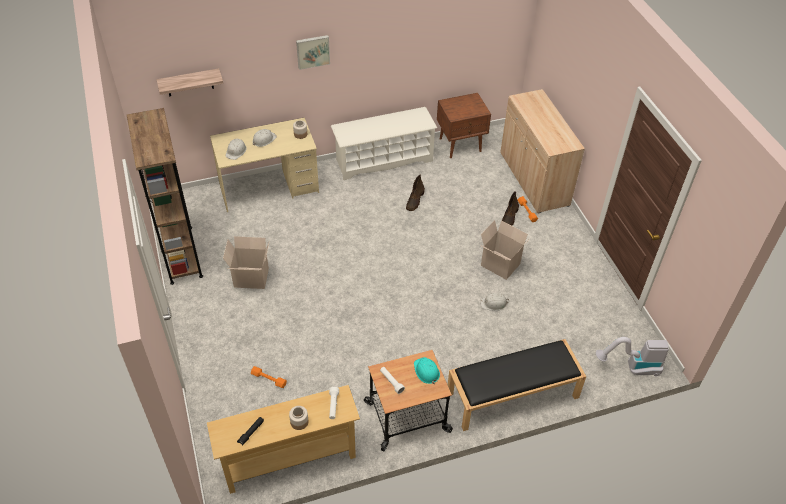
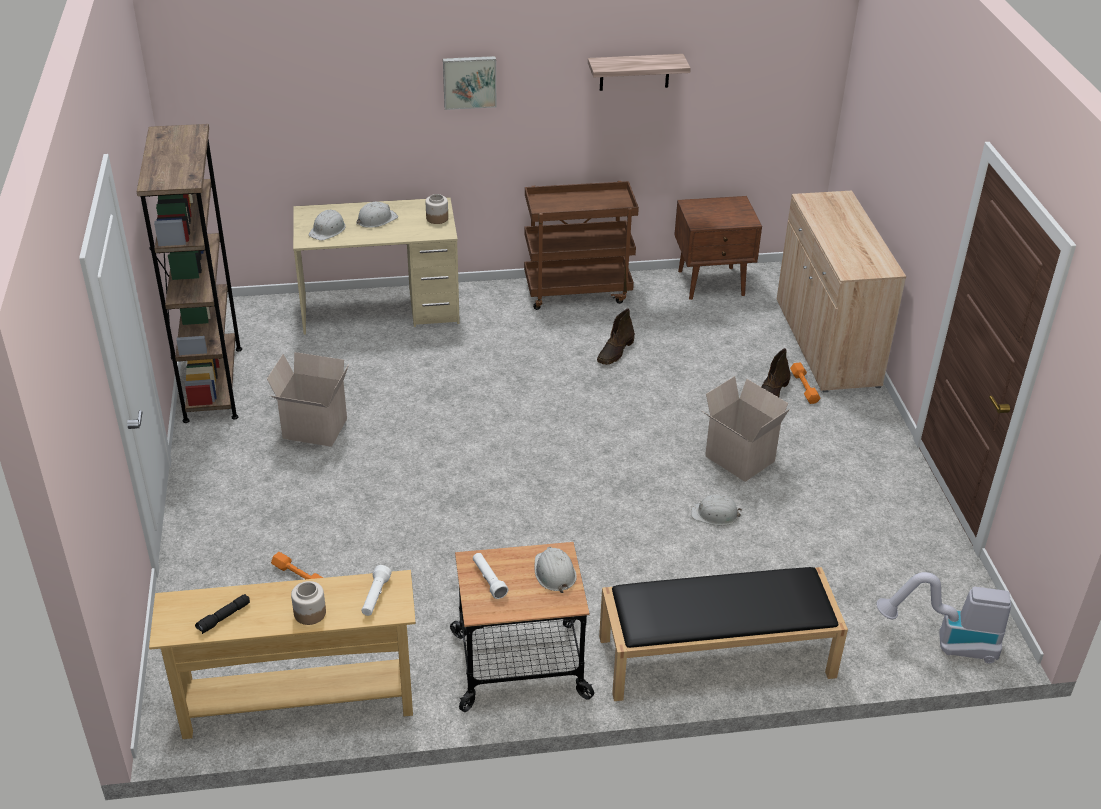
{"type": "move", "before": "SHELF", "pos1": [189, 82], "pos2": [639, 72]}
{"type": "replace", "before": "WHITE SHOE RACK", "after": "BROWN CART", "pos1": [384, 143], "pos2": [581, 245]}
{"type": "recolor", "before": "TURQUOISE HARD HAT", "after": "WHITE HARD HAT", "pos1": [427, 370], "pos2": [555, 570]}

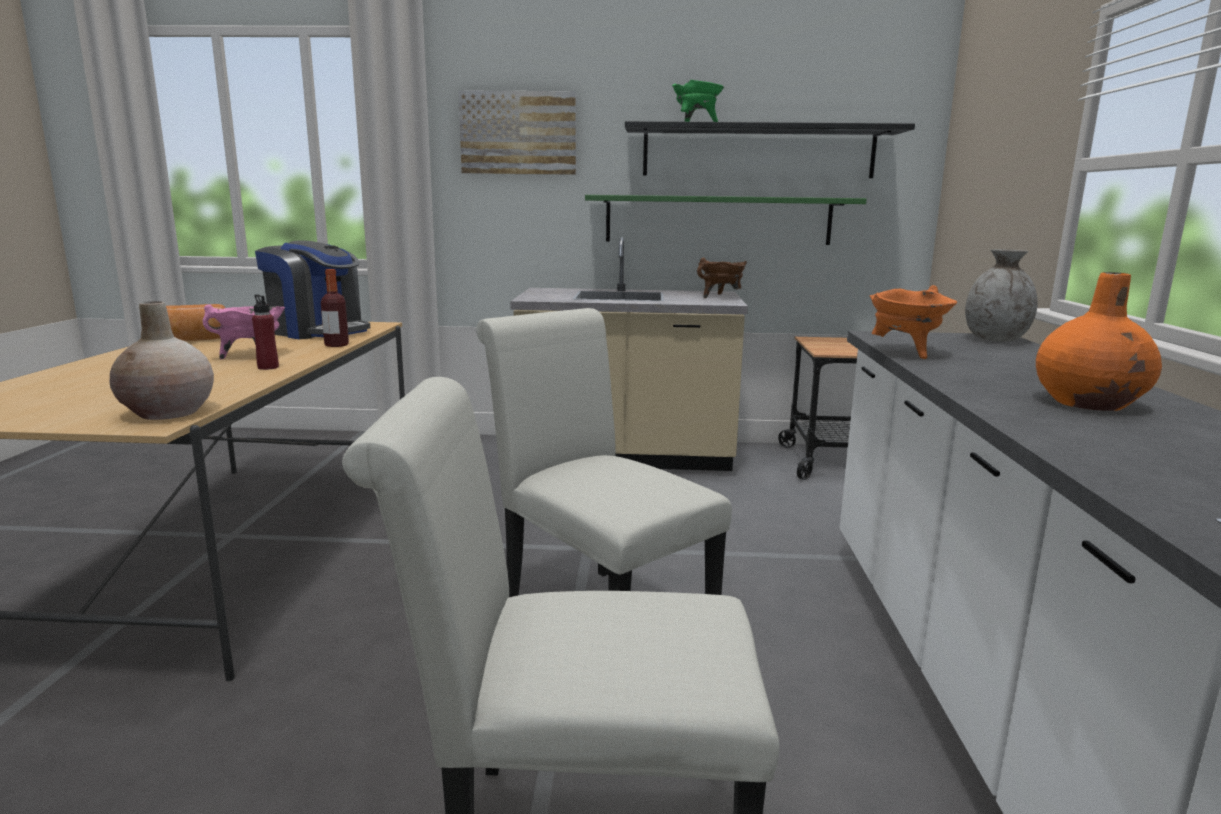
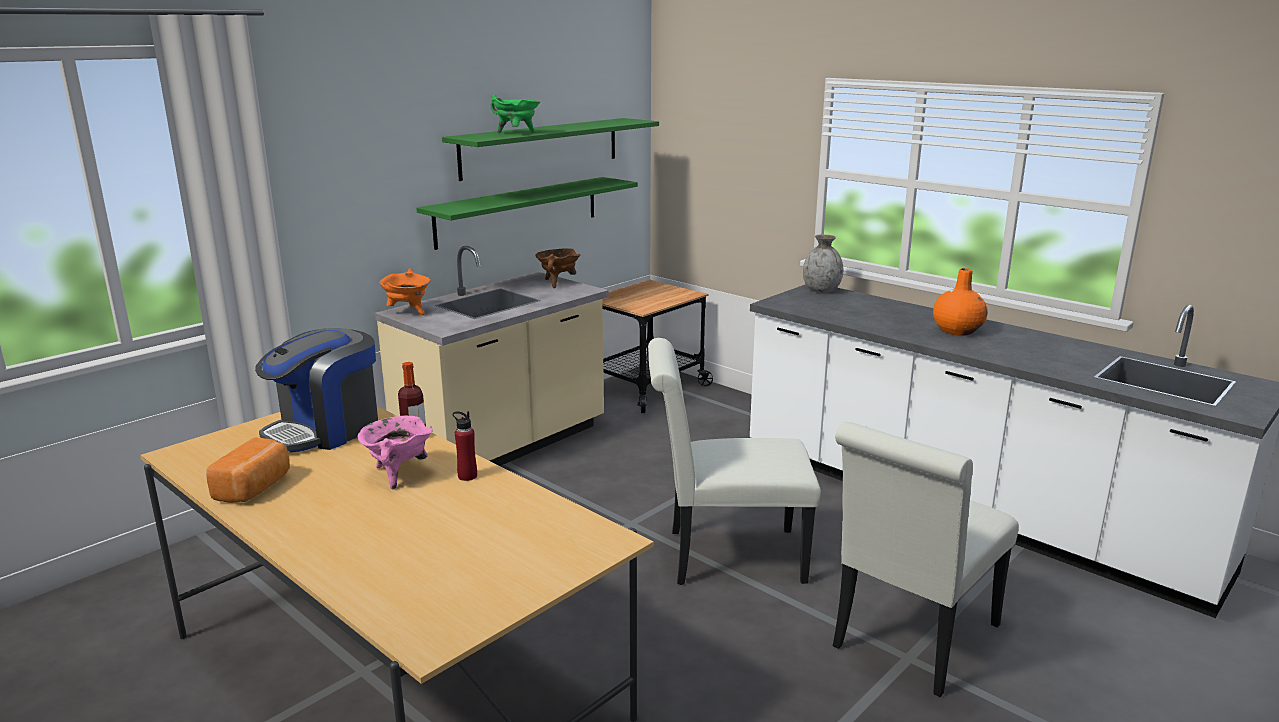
{"type": "delete", "before": "PICTURE", "pos1": [517, 132]}
{"type": "recolor", "before": "BLACK SHELF", "after": "GREEN SHELF", "pos1": [770, 149], "pos2": [550, 149]}
{"type": "rotate", "before": "COFFEE MACHINE", "pos1": [312, 289], "pos2": [316, 390], "turn": 150}
{"type": "move", "before": "ORANGE COOKING POT", "pos1": [913, 322], "pos2": [405, 291]}
{"type": "delete", "before": "BEIGE VASE", "pos1": [162, 360]}

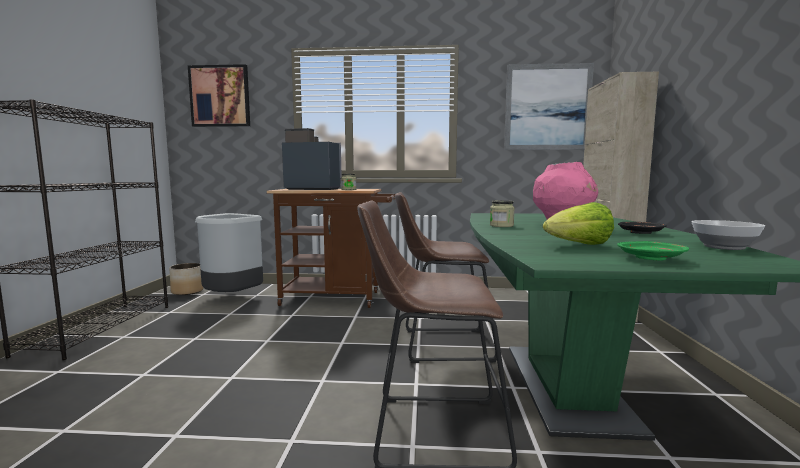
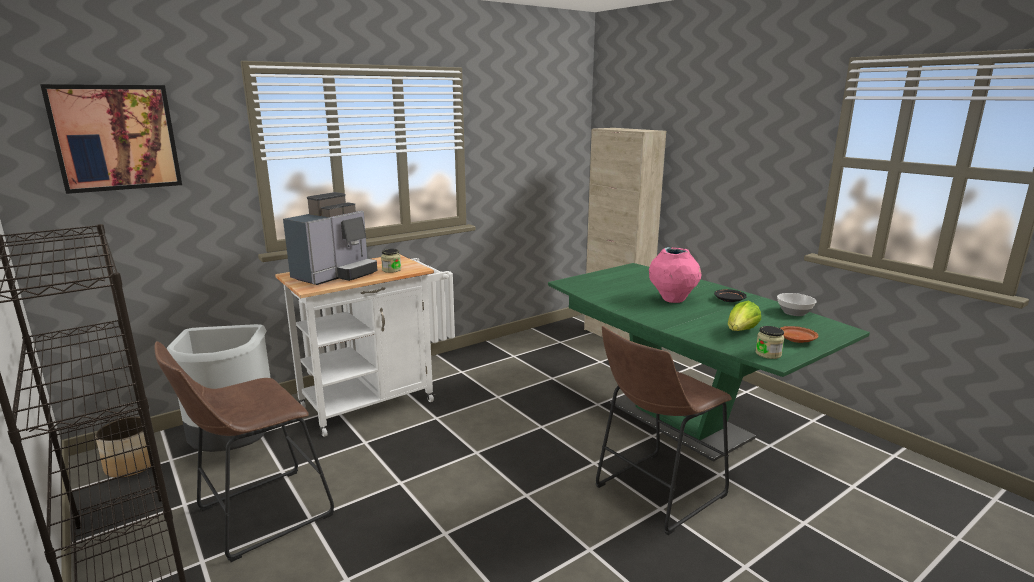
{"type": "delete", "before": "PICTURE", "pos1": [549, 106]}
{"type": "rotate", "before": "COFFEE MACHINE", "pos1": [312, 159], "pos2": [330, 238], "turn": 150}
{"type": "recolor", "before": "BROWN CART", "after": "WHITE CART", "pos1": [330, 248], "pos2": [362, 346]}
{"type": "move", "before": "BROWN STOOL", "pos1": [446, 277], "pos2": [244, 452]}
{"type": "move", "before": "JAR", "pos1": [502, 213], "pos2": [769, 342]}
{"type": "recolor", "before": "GREEN PLATE", "after": "BROWN PLATE", "pos1": [653, 251], "pos2": [799, 334]}

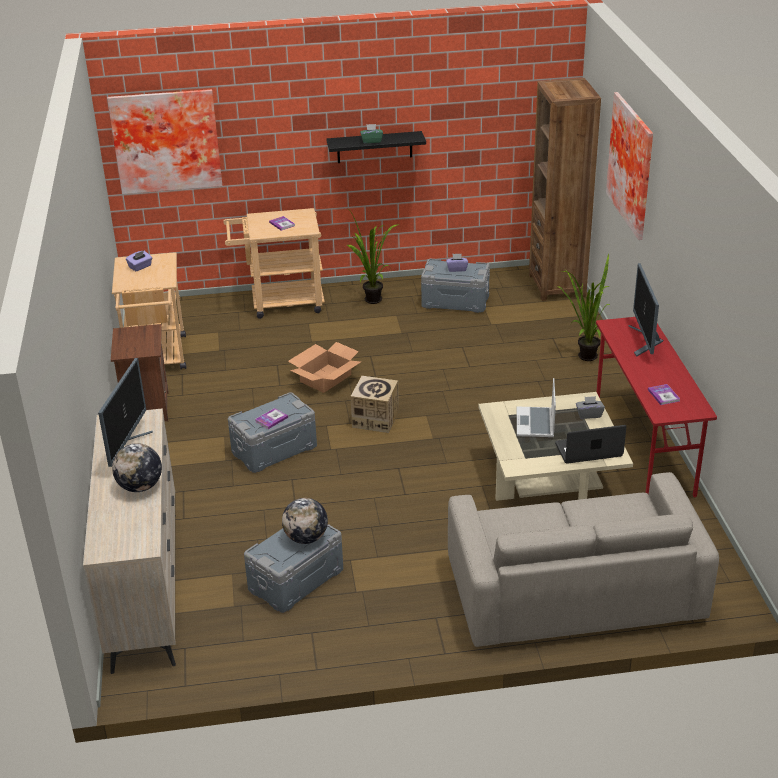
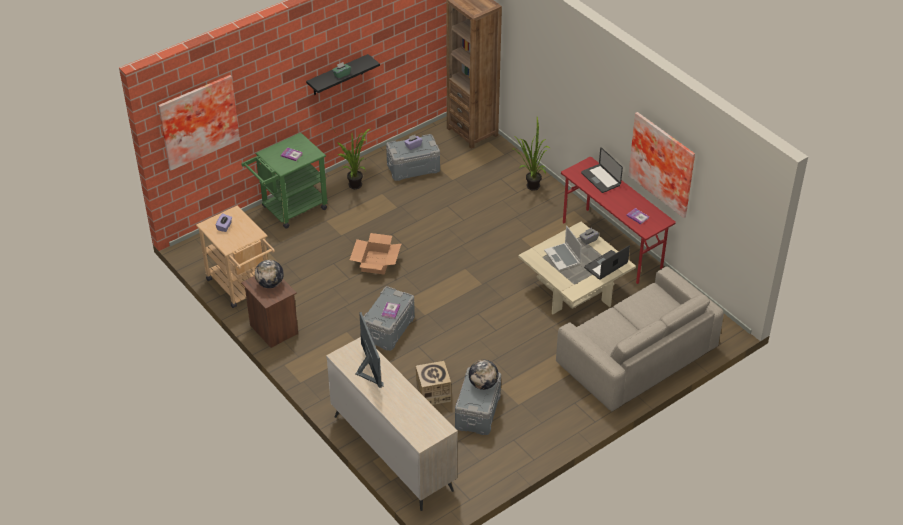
{"type": "move", "before": "PICTURE", "pos1": [629, 166], "pos2": [661, 165]}
{"type": "recolor", "before": "BEIGE CART", "after": "GREEN CART", "pos1": [274, 263], "pos2": [284, 180]}
{"type": "replace", "before": "MONITOR", "after": "LAPTOP", "pos1": [646, 310], "pos2": [602, 170]}
{"type": "move", "before": "CARDBOARD BOX", "pos1": [374, 404], "pos2": [433, 383]}
{"type": "move", "before": "GLOBE", "pos1": [137, 467], "pos2": [269, 274]}

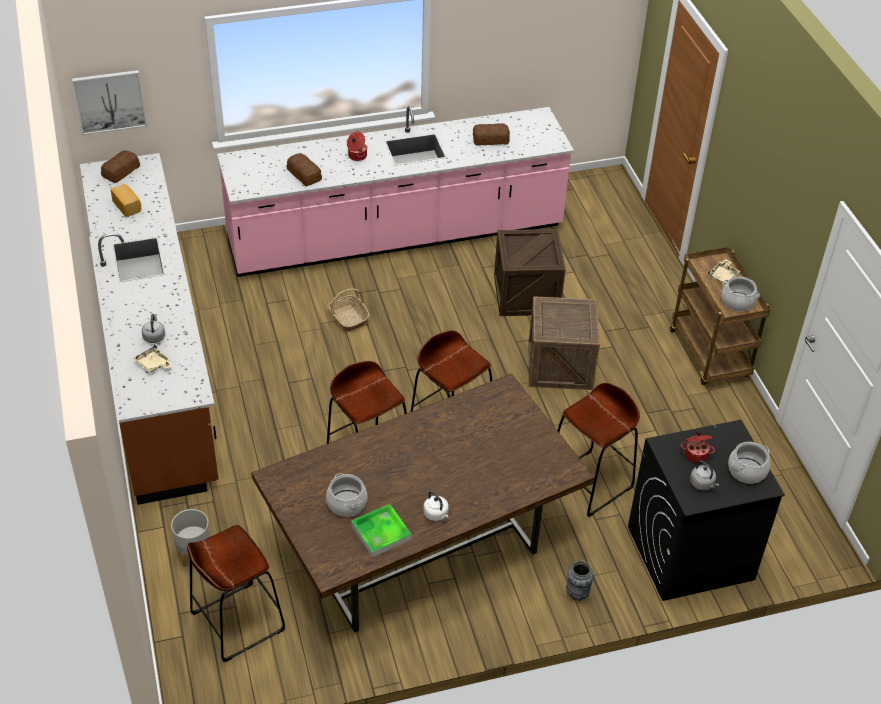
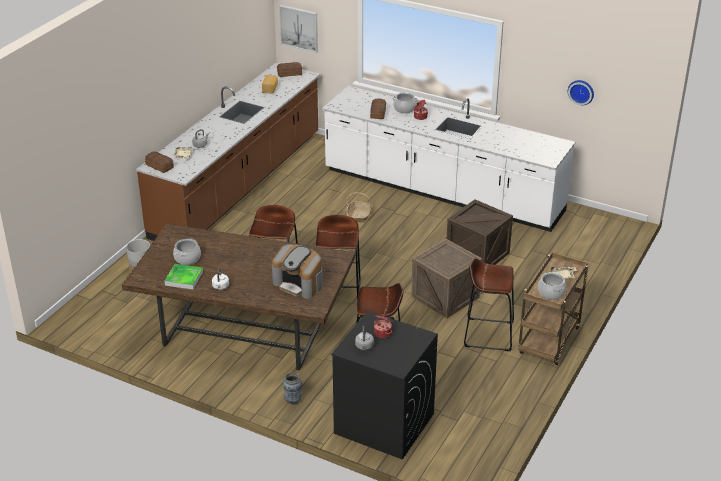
{"type": "recolor", "before": "PINK COUNTER", "after": "WHITE COUNTER", "pos1": [395, 191], "pos2": [448, 159]}
{"type": "move", "before": "BREAD", "pos1": [491, 134], "pos2": [159, 162]}
{"type": "move", "before": "COOKING POT", "pos1": [749, 463], "pos2": [405, 102]}
{"type": "move", "before": "BROWN STOOL", "pos1": [236, 593], "pos2": [489, 304]}
{"type": "insert", "after": "WALL CLOCK", "pos2": [581, 92]}
{"type": "insert", "after": "COFFEE MACHINE", "pos2": [297, 271]}

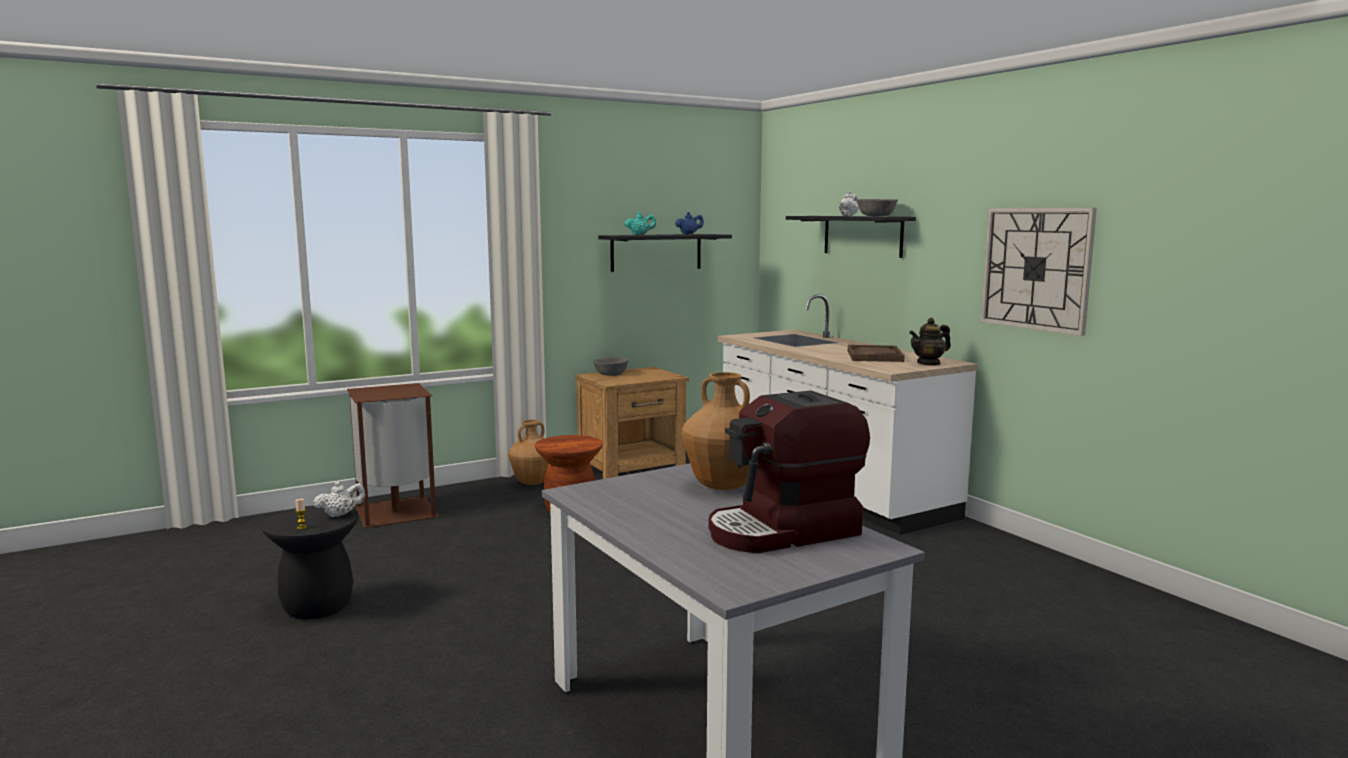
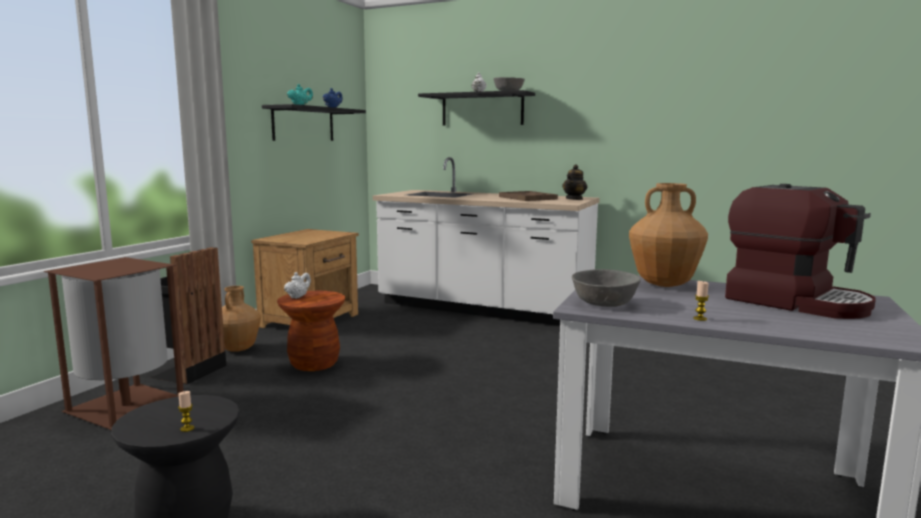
{"type": "delete", "before": "WALL CLOCK", "pos1": [1038, 272]}
{"type": "move", "before": "GREY BOWL", "pos1": [611, 366], "pos2": [606, 288]}
{"type": "rotate", "before": "COFFEE MACHINE", "pos1": [789, 472], "pos2": [800, 251], "turn": -75}
{"type": "move", "before": "WHITE TEAPOT", "pos1": [339, 499], "pos2": [297, 285]}
{"type": "insert", "after": "BLACK TRASH CAN", "pos2": [188, 315]}
{"type": "insert", "after": "CANDLE", "pos2": [701, 301]}

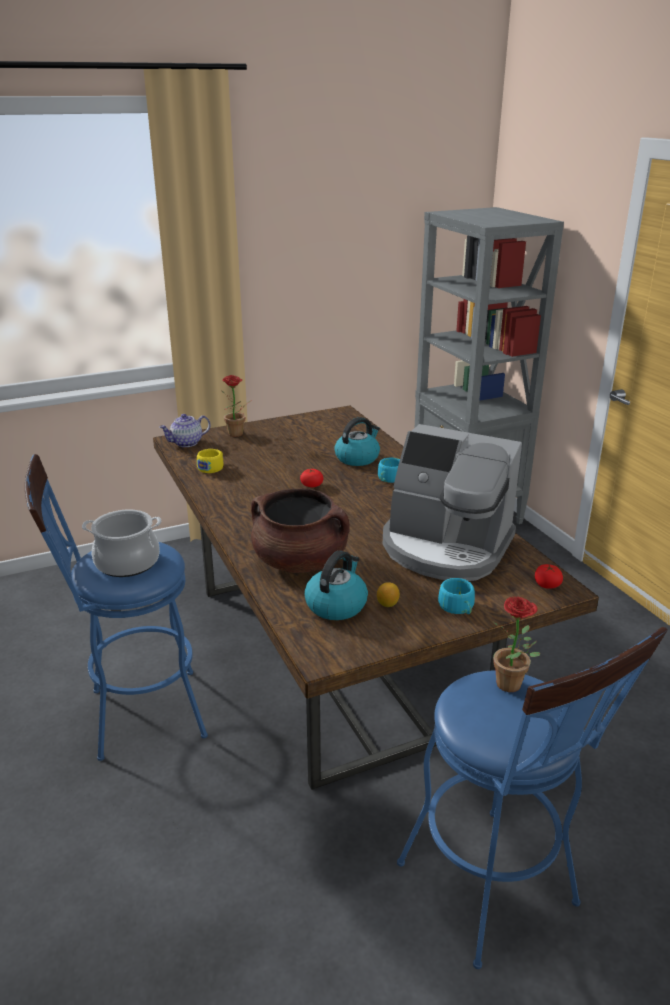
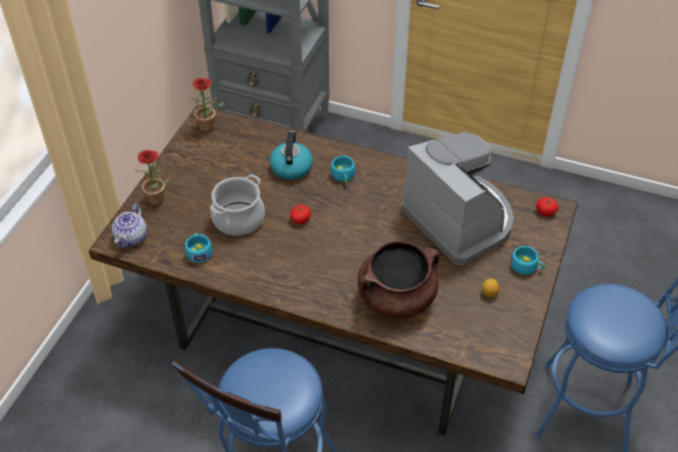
{"type": "rotate", "before": "COFFEE MACHINE", "pos1": [452, 502], "pos2": [458, 198], "turn": -105}
{"type": "recolor", "before": "YELLOW CUP", "after": "TURQUOISE CUP", "pos1": [210, 461], "pos2": [198, 247]}
{"type": "move", "before": "COOKING POT", "pos1": [122, 543], "pos2": [237, 205]}
{"type": "delete", "before": "KETTLE", "pos1": [336, 585]}
{"type": "move", "before": "POTTED PLANT", "pos1": [516, 644], "pos2": [208, 105]}

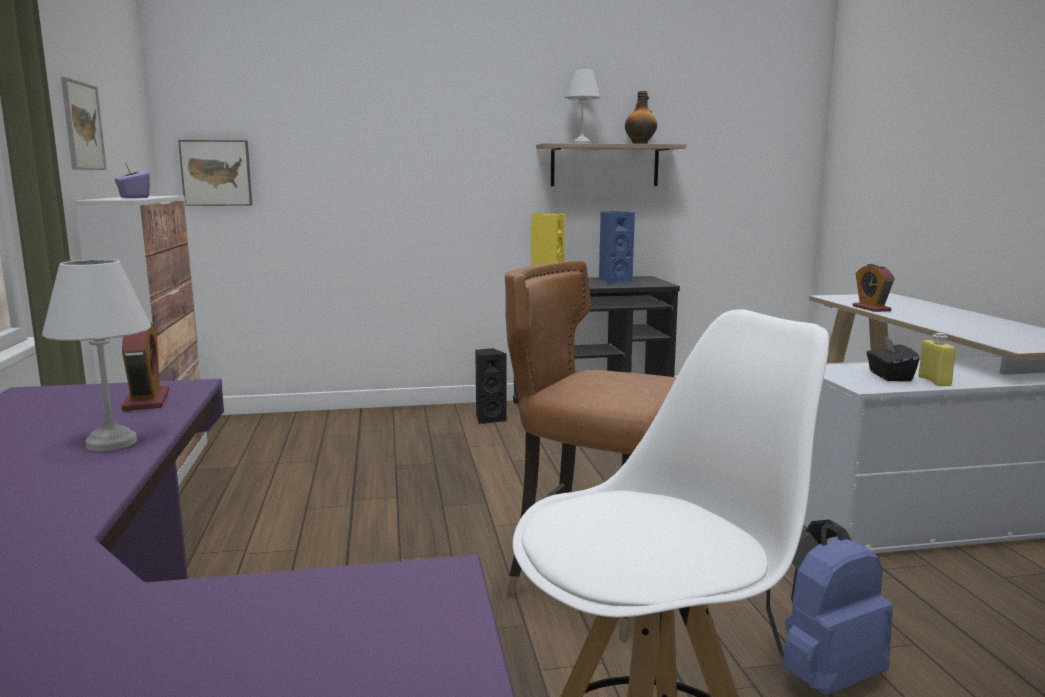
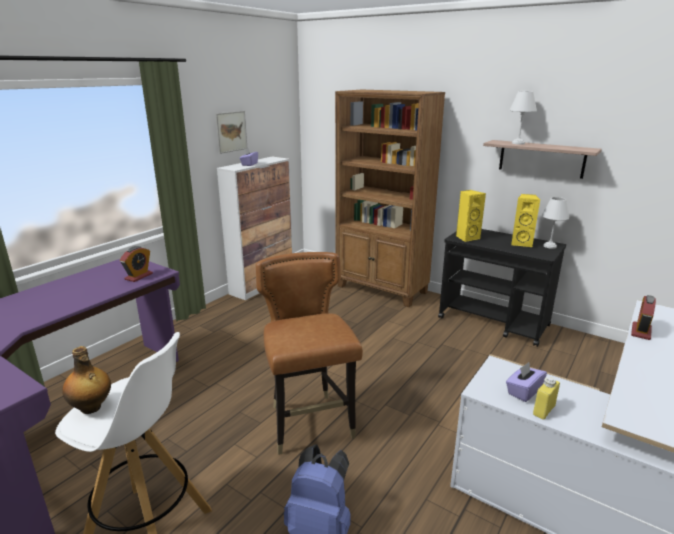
{"type": "move", "before": "BOTTLE", "pos1": [641, 117], "pos2": [86, 380]}
{"type": "delete", "before": "PICTURE", "pos1": [215, 173]}
{"type": "recolor", "before": "BLUE SPEAKER", "after": "YELLOW SPEAKER", "pos1": [617, 247], "pos2": [525, 220]}
{"type": "move", "before": "WHITE TABLE LAMP", "pos1": [96, 355], "pos2": [555, 223]}
{"type": "recolor", "before": "BLACK TISSUE BOX", "after": "PURPLE TISSUE BOX", "pos1": [893, 358], "pos2": [526, 382]}
{"type": "delete", "before": "BLACK SPEAKER", "pos1": [491, 386]}
{"type": "insert", "after": "BROWN BOOKCASE", "pos2": [390, 198]}

